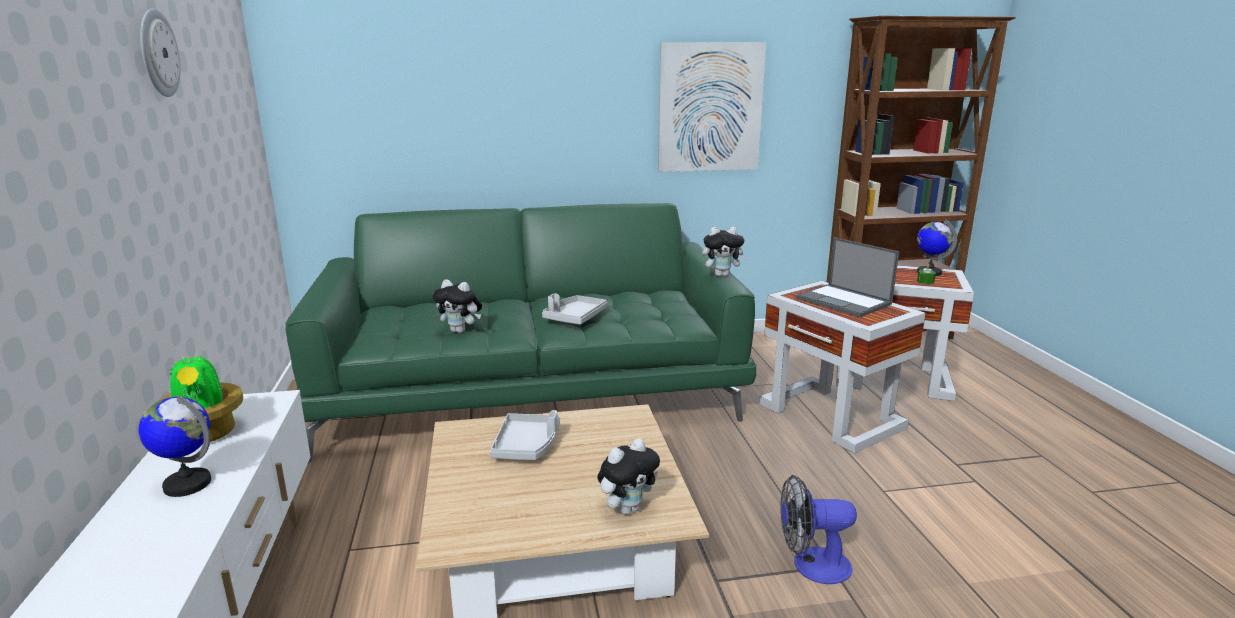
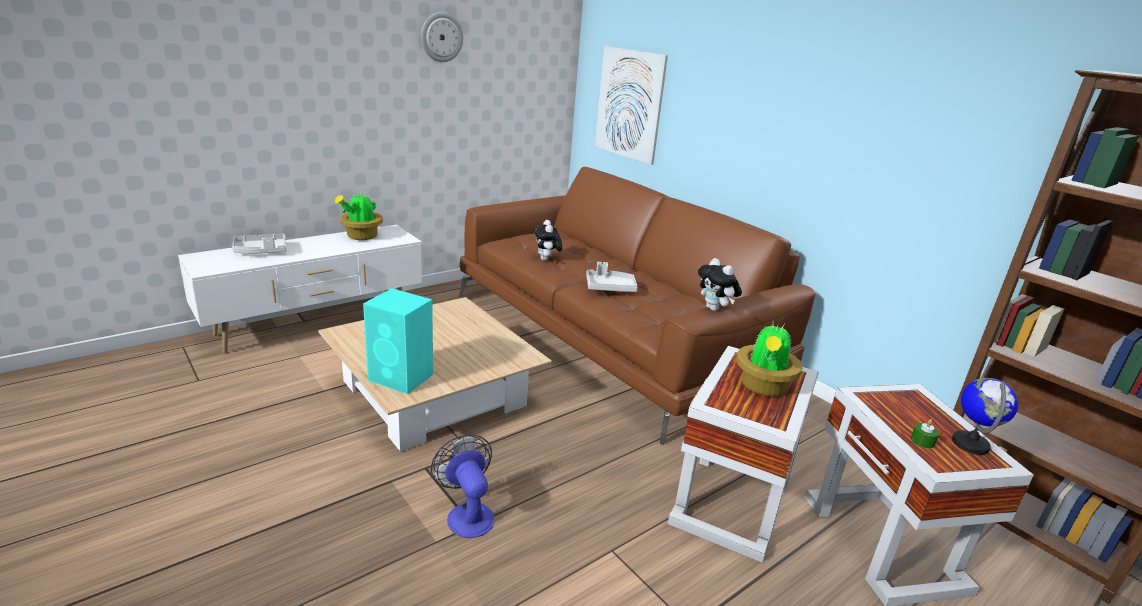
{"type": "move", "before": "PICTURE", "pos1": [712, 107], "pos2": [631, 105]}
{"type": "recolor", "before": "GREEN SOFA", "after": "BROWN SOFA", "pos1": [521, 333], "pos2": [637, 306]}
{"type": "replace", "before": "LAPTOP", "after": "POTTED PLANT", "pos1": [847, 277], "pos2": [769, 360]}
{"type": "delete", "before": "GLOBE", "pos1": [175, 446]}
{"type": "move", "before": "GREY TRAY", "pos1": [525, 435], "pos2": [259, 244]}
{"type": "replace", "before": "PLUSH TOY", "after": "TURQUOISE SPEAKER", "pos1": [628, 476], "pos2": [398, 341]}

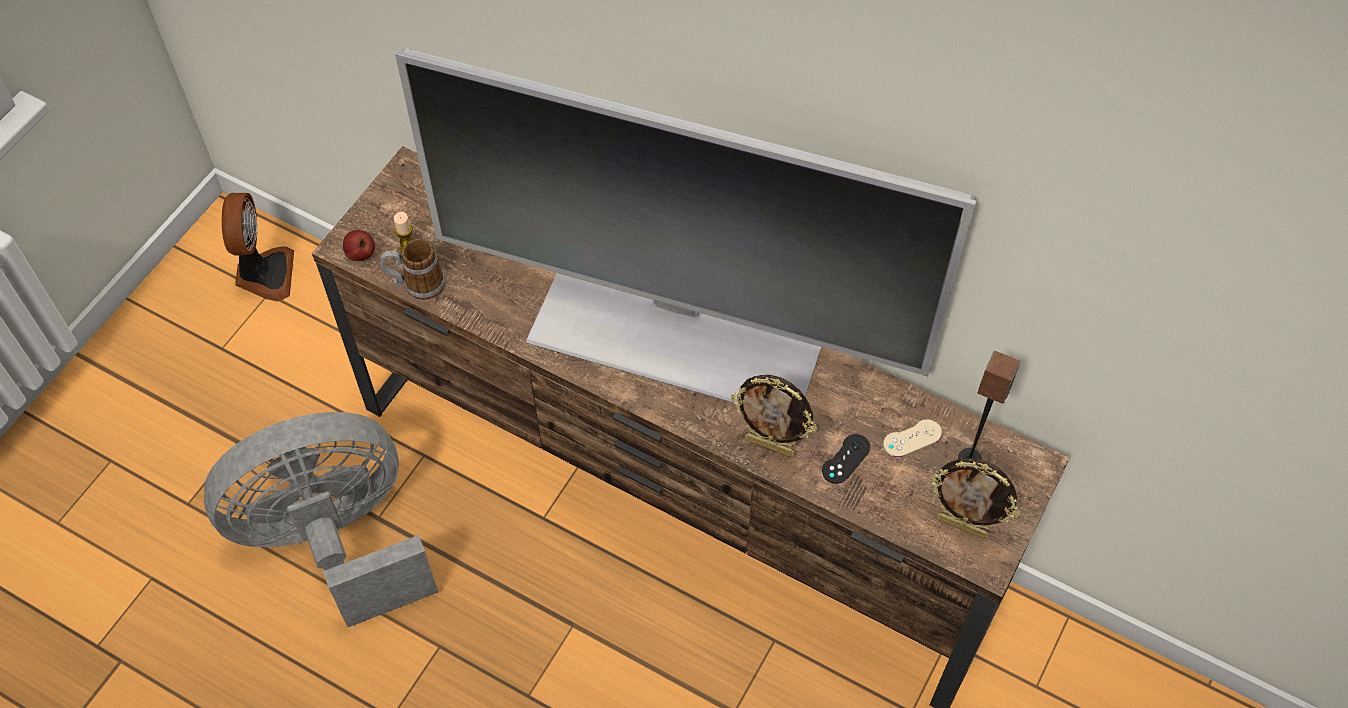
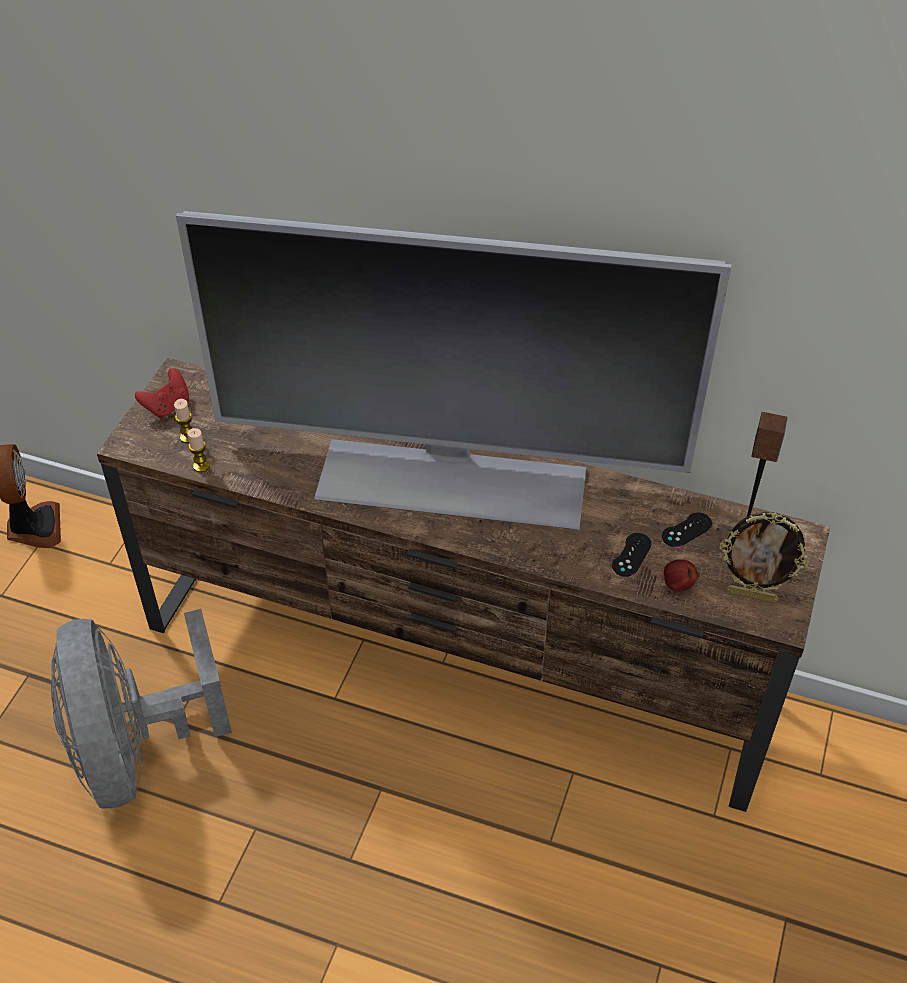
{"type": "move", "before": "APPLE", "pos1": [359, 245], "pos2": [681, 575]}
{"type": "replace", "before": "MUG", "after": "CANDLE", "pos1": [412, 269], "pos2": [198, 450]}
{"type": "delete", "before": "PICTURE FRAME", "pos1": [774, 416]}
{"type": "rotate", "before": "GREY FAN", "pos1": [321, 519], "pos2": [141, 708], "turn": -75}
{"type": "recolor", "before": "BEIGE GAME CONTROLLER", "after": "BLACK GAME CONTROLLER", "pos1": [912, 438], "pos2": [687, 529]}
{"type": "insert", "after": "RED GAME CONTROLLER", "pos2": [162, 393]}

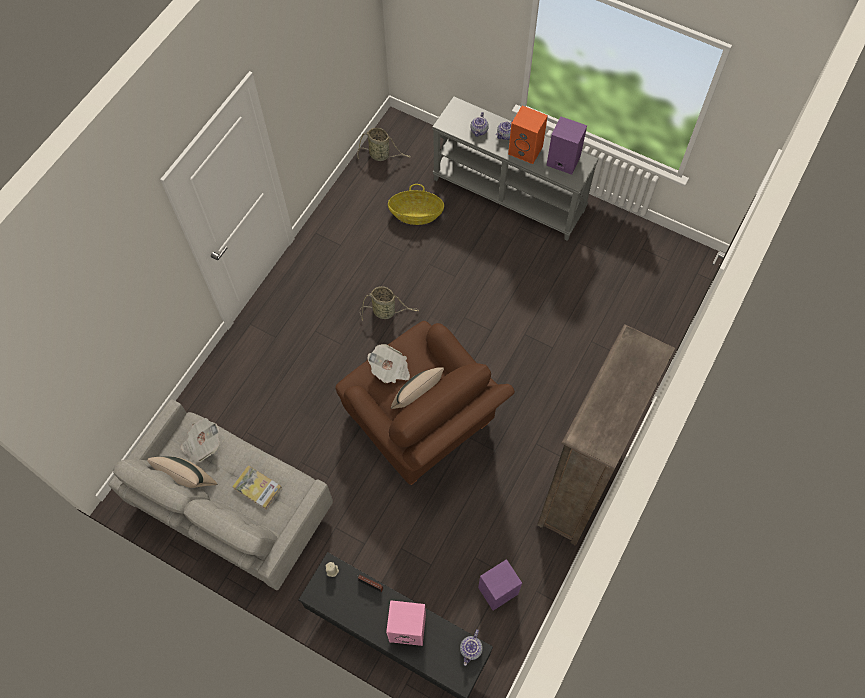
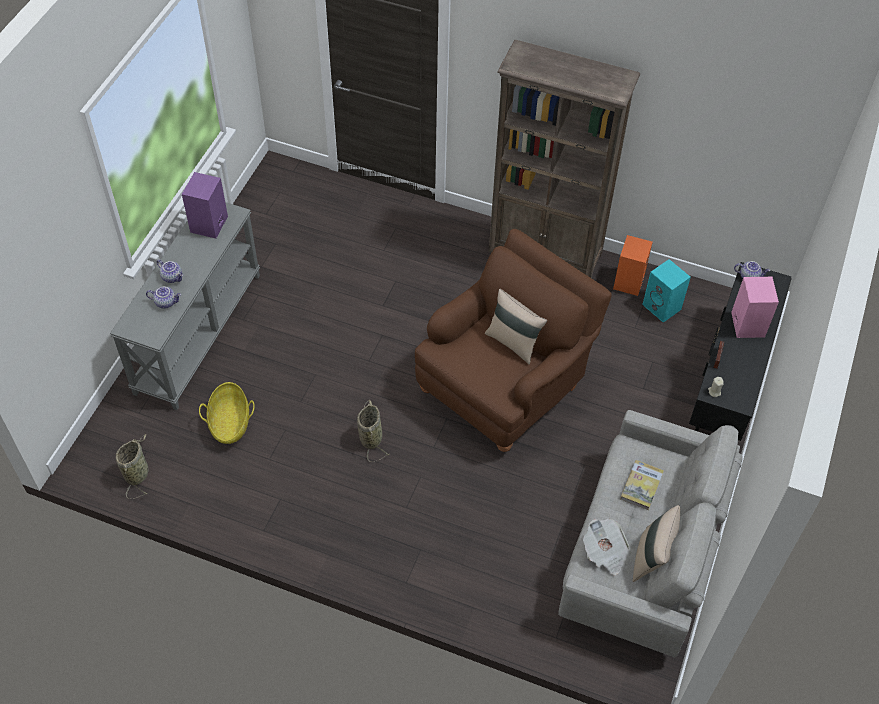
{"type": "move", "before": "ORANGE SPEAKER", "pos1": [528, 134], "pos2": [633, 265]}
{"type": "delete", "before": "NEWSPAPER", "pos1": [389, 364]}
{"type": "recolor", "before": "PURPLE SPEAKER", "after": "TURQUOISE SPEAKER", "pos1": [500, 585], "pos2": [666, 291]}

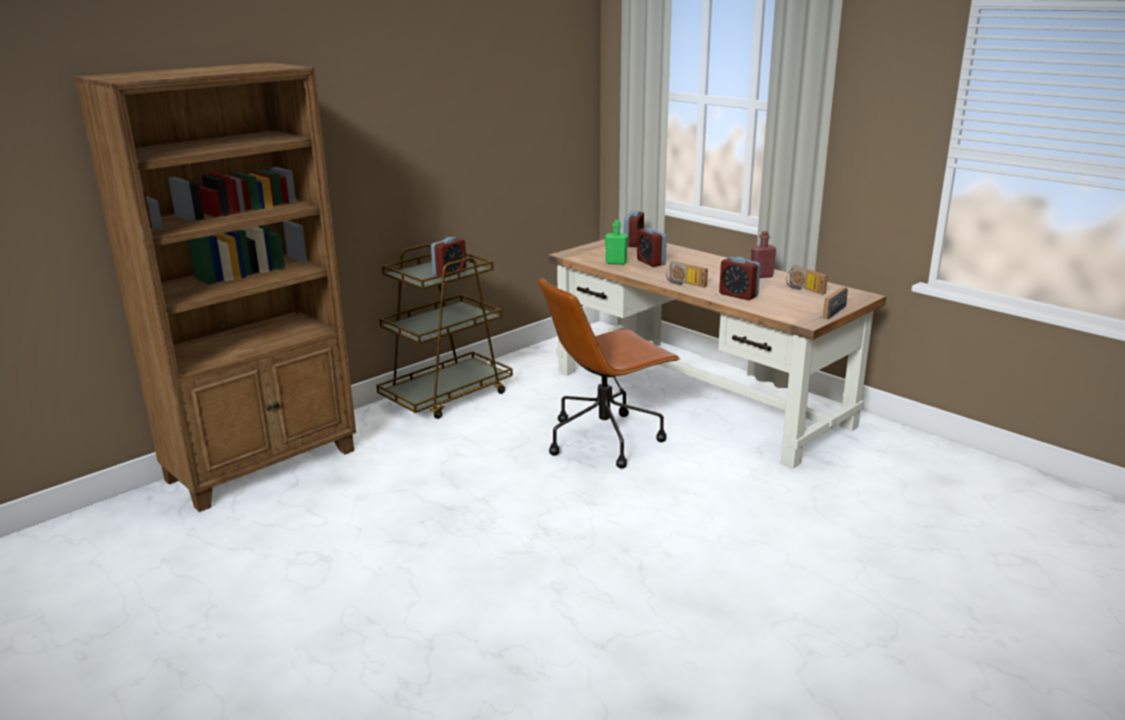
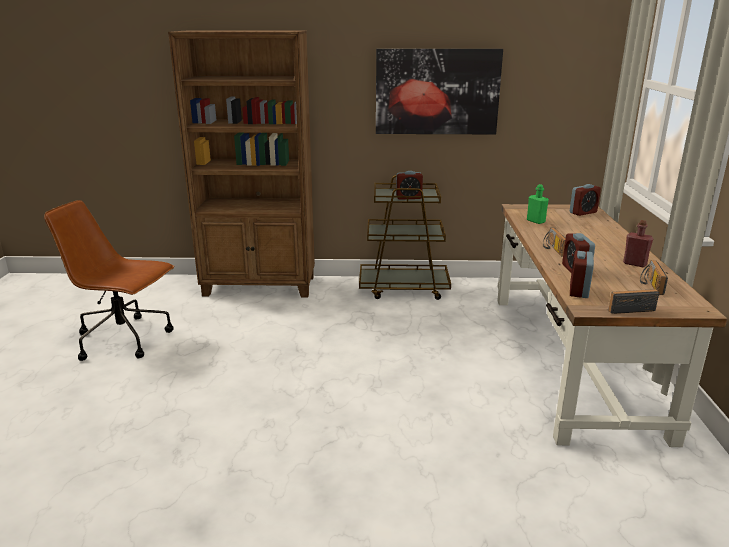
{"type": "move", "before": "ALARM CLOCK", "pos1": [652, 247], "pos2": [582, 274]}
{"type": "move", "before": "BROWN OFFICE CHAIR", "pos1": [609, 373], "pos2": [109, 280]}
{"type": "insert", "after": "PICTURE", "pos2": [439, 91]}

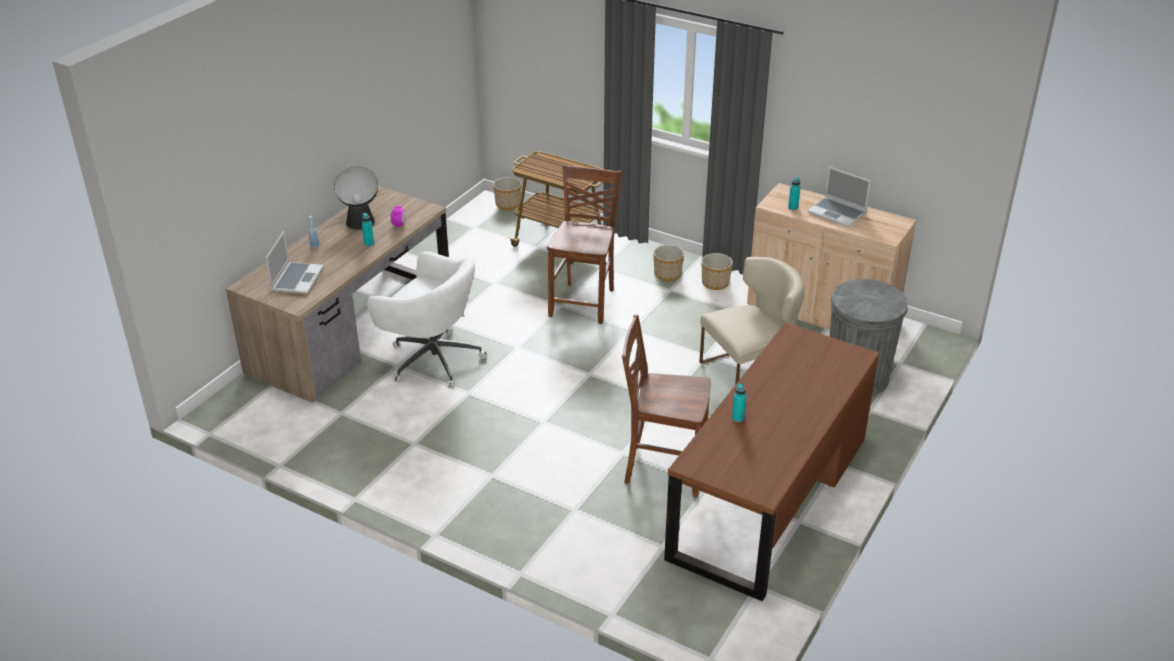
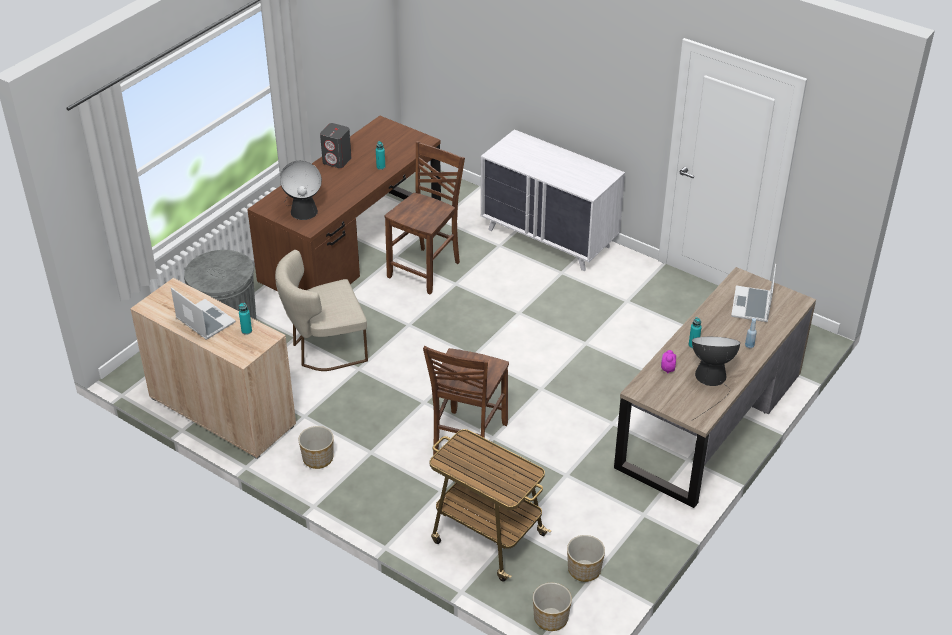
{"type": "move", "before": "PLANTER", "pos1": [668, 263], "pos2": [586, 558]}
{"type": "delete", "before": "WHITE OFFICE CHAIR", "pos1": [427, 320]}
{"type": "rotate", "before": "BROWN CHAIR", "pos1": [666, 405], "pos2": [424, 217], "turn": -75}
{"type": "insert", "after": "GREY SPEAKER", "pos2": [335, 145]}
{"type": "insert", "after": "WHITE DRESSER", "pos2": [553, 200]}
{"type": "insert", "after": "TABLE LAMP", "pos2": [301, 190]}

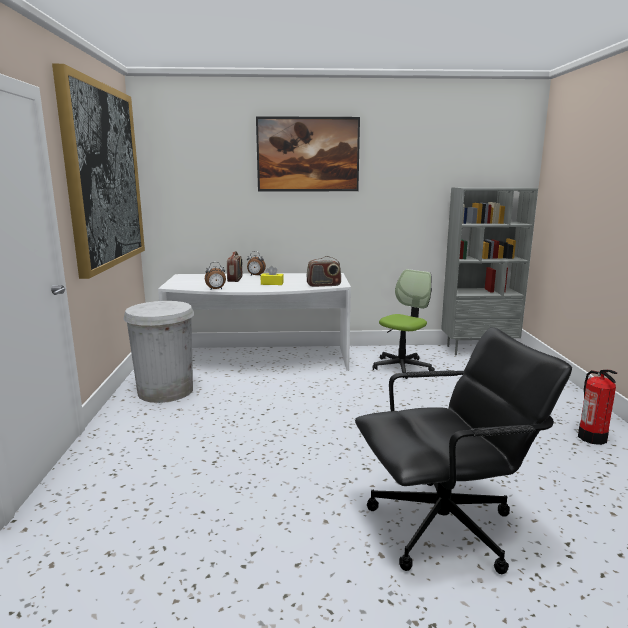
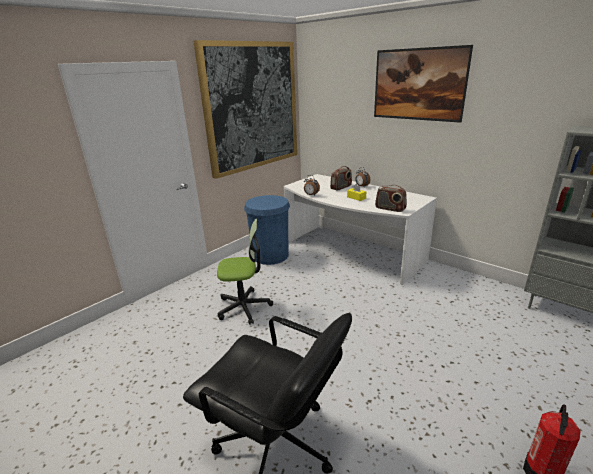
{"type": "move", "before": "OFFICE CHAIR", "pos1": [404, 324], "pos2": [245, 272]}
{"type": "recolor", "before": "WHITE TRASH CAN", "after": "BLUE TRASH CAN", "pos1": [158, 352], "pos2": [267, 230]}

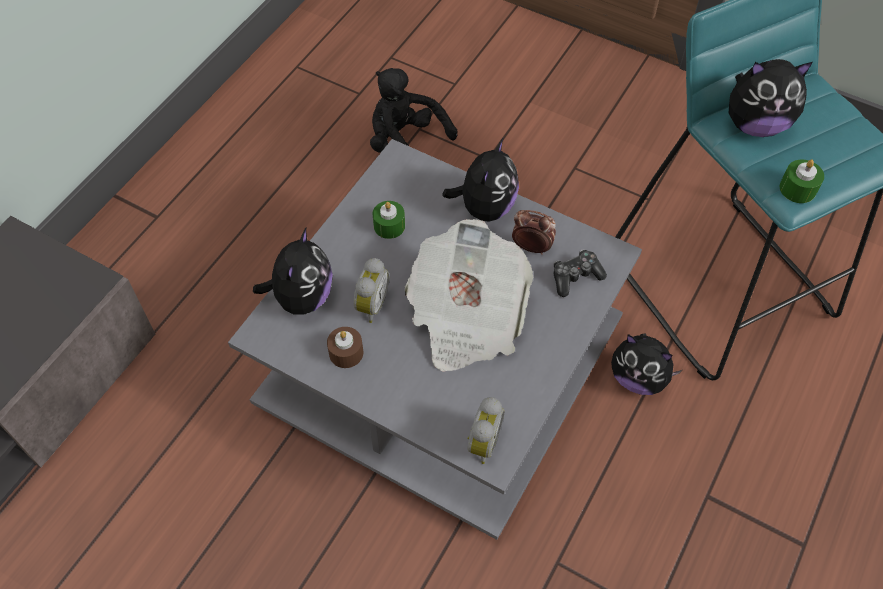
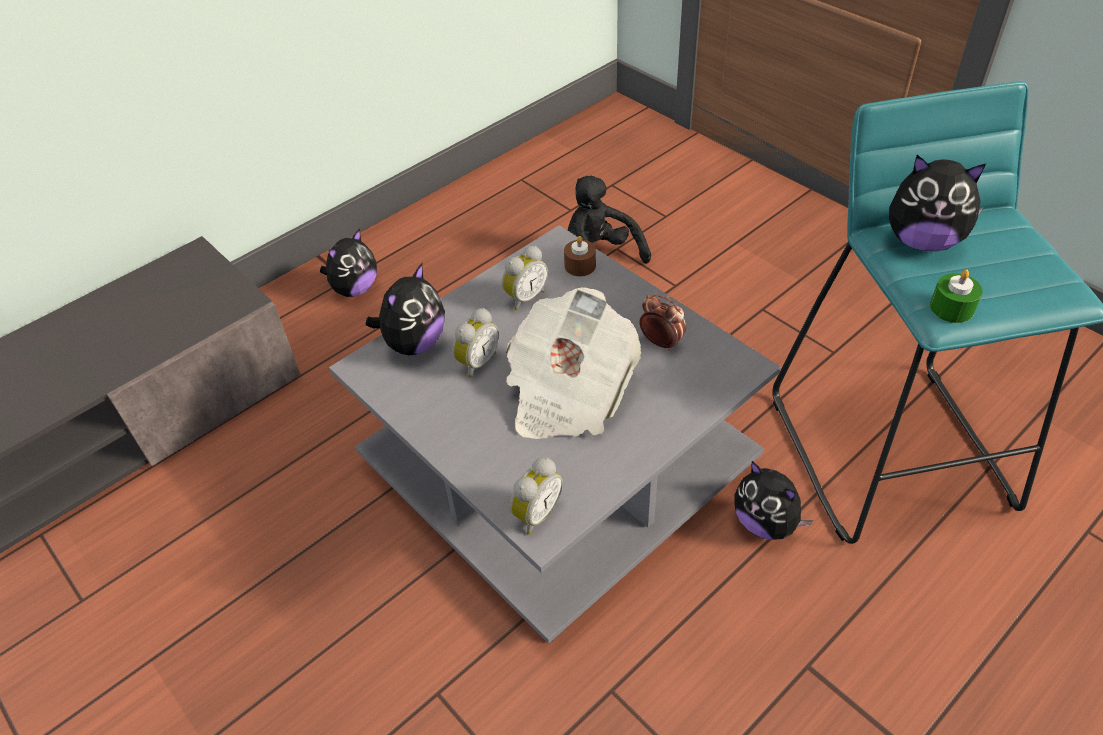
{"type": "move", "before": "PLUSH TOY", "pos1": [480, 179], "pos2": [348, 262]}
{"type": "replace", "before": "GREEN CANDLE", "after": "ALARM CLOCK", "pos1": [389, 220], "pos2": [525, 278]}
{"type": "delete", "before": "GAME CONTROLLER", "pos1": [580, 273]}
{"type": "move", "before": "BROWN CANDLE", "pos1": [345, 347], "pos2": [580, 256]}

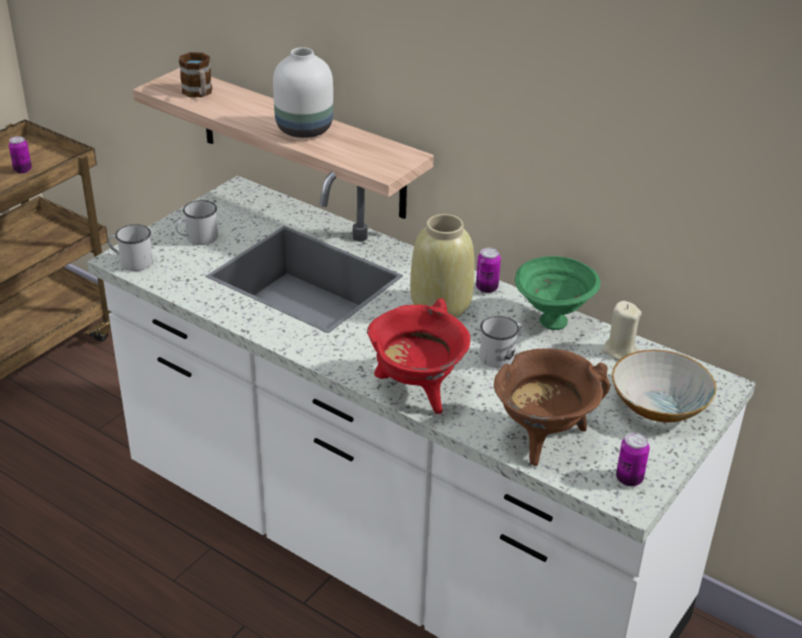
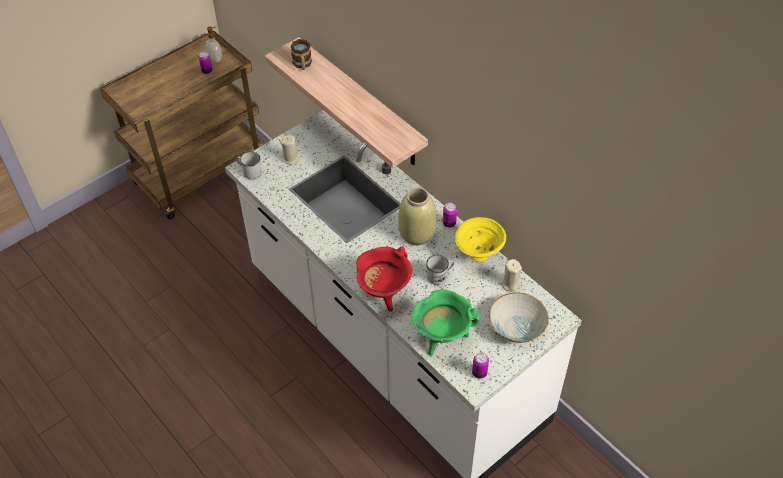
{"type": "delete", "before": "WHITE VASE", "pos1": [303, 92]}
{"type": "replace", "before": "WHITE MUG", "after": "BEIGE CANDLE", "pos1": [196, 222], "pos2": [290, 150]}
{"type": "recolor", "before": "GREEN BOWL", "after": "YELLOW BOWL", "pos1": [558, 293], "pos2": [480, 239]}
{"type": "recolor", "before": "BROWN COOKING POT", "after": "GREEN COOKING POT", "pos1": [552, 407], "pos2": [446, 322]}
{"type": "insert", "after": "SOAP DISPENSER", "pos2": [214, 44]}

